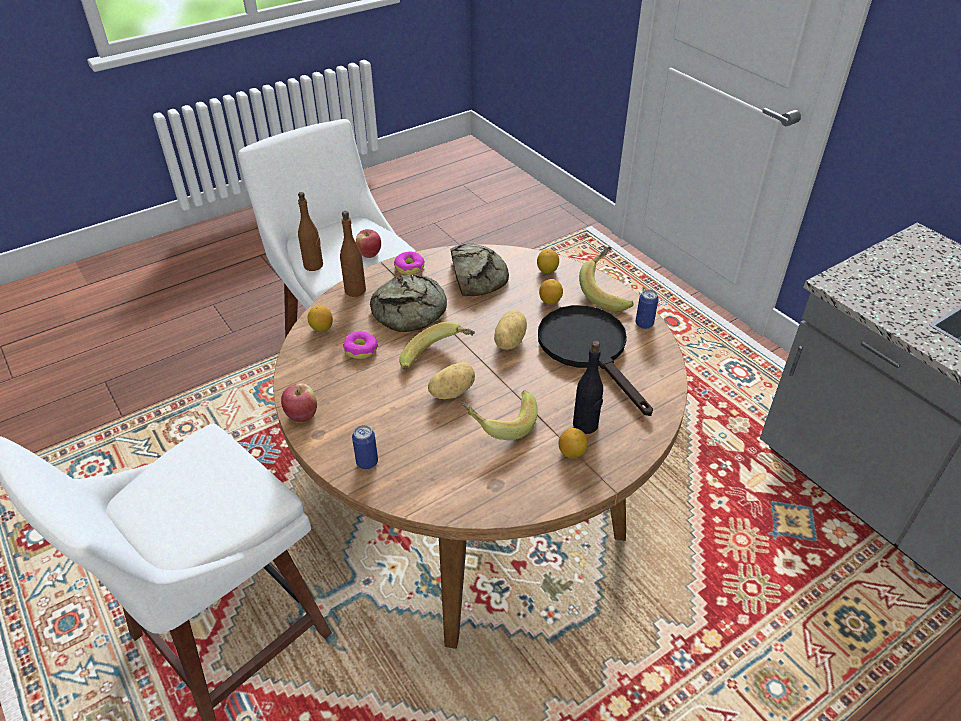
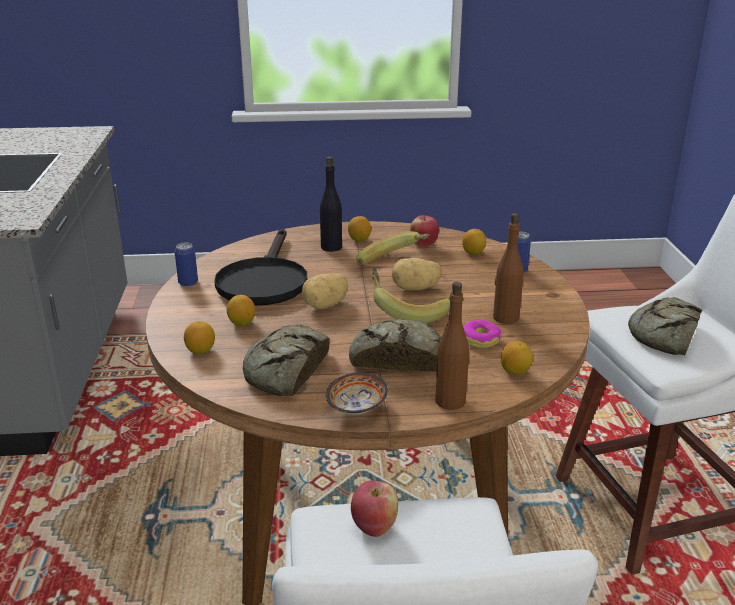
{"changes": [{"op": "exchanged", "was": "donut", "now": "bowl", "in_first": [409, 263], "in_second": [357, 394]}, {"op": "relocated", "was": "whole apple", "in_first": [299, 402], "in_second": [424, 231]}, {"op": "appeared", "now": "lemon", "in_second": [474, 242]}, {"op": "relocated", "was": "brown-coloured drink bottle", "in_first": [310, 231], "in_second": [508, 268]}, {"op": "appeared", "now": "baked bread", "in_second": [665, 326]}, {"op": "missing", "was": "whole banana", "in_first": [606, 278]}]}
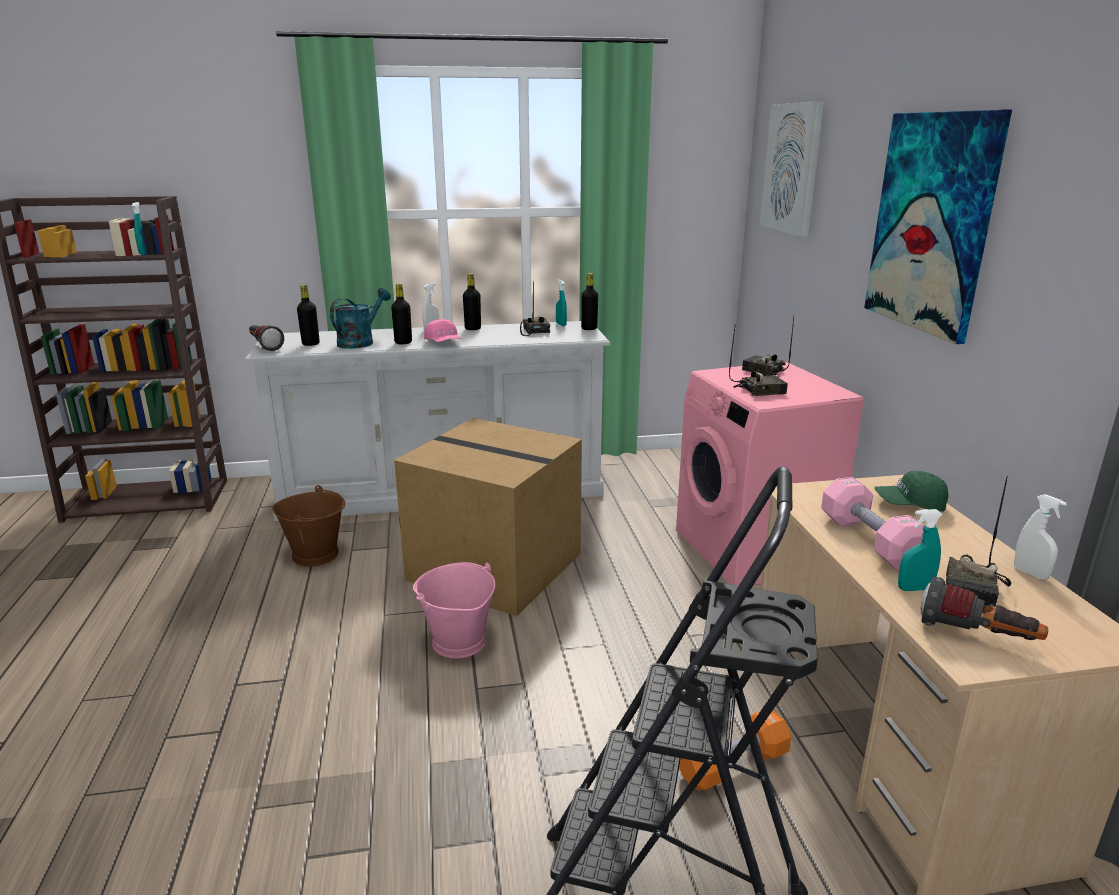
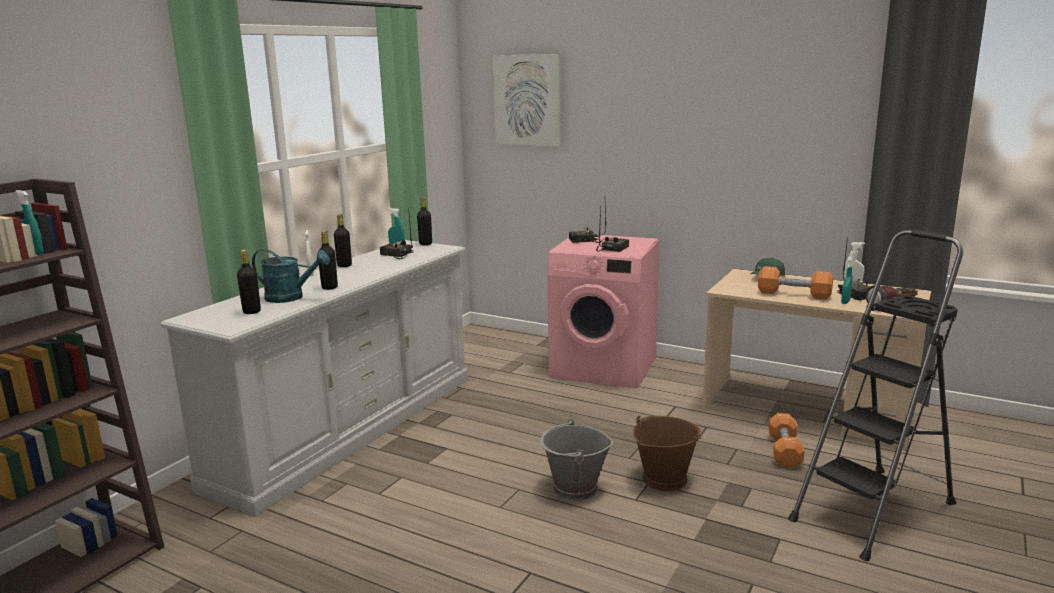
{"changes": [{"op": "spun", "was": "turquoise-coloured watering can", "in_first": [360, 318], "in_second": [291, 276], "clockwise": 120}, {"op": "colour", "was": "pink-coloured bucket", "now": "greyish bucket", "in_first": [454, 610], "in_second": [576, 460]}, {"op": "relocated", "was": "brown-coloured bucket", "in_first": [308, 526], "in_second": [667, 453]}, {"op": "colour", "was": "pink-coloured dumbbell", "now": "orangey dumbbell", "in_first": [872, 523], "in_second": [795, 282]}, {"op": "missing", "was": "hand torch", "in_first": [266, 338]}, {"op": "missing", "was": "carton", "in_first": [488, 517]}, {"op": "missing", "was": "pink-coloured cap", "in_first": [443, 330]}, {"op": "missing", "was": "wall art", "in_first": [938, 226]}]}
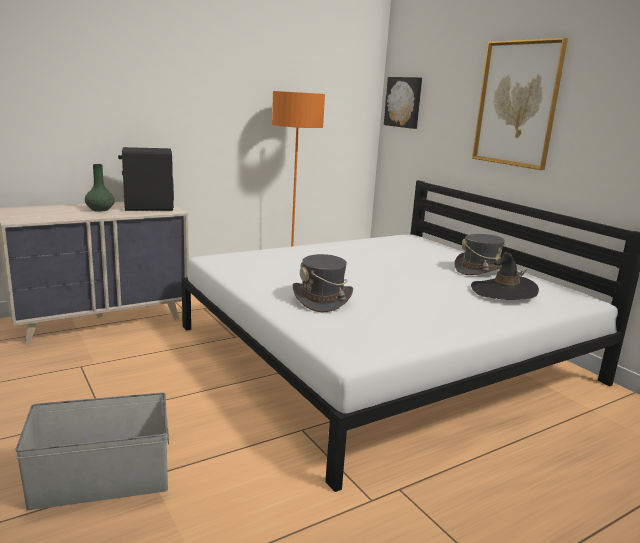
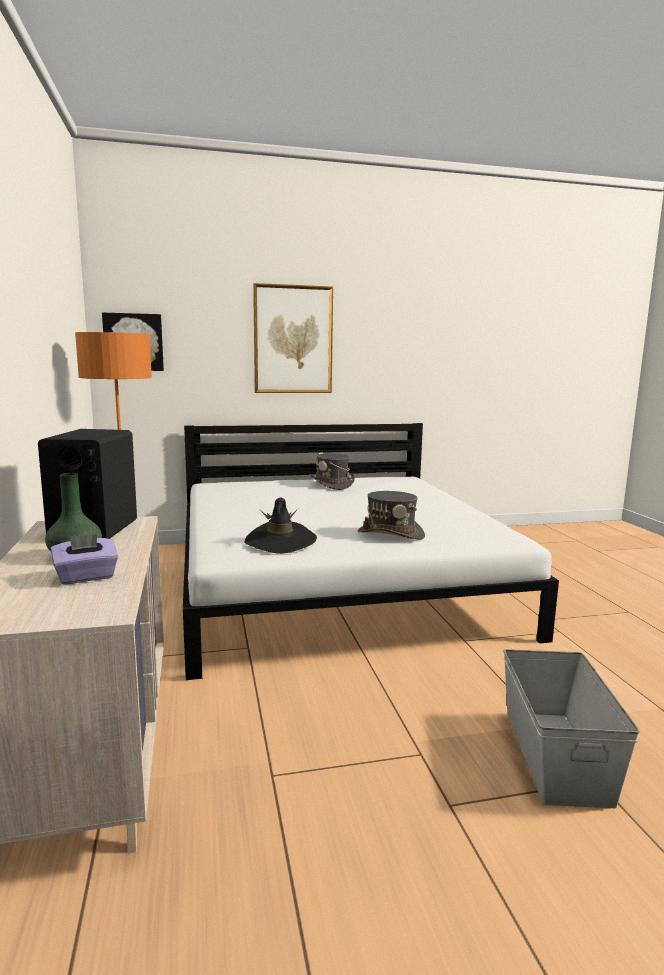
{"changes": [{"op": "appeared", "now": "purple tissue holder", "in_second": [84, 559]}, {"op": "relocated", "was": "black clothing hat", "in_first": [505, 276], "in_second": [280, 526]}]}
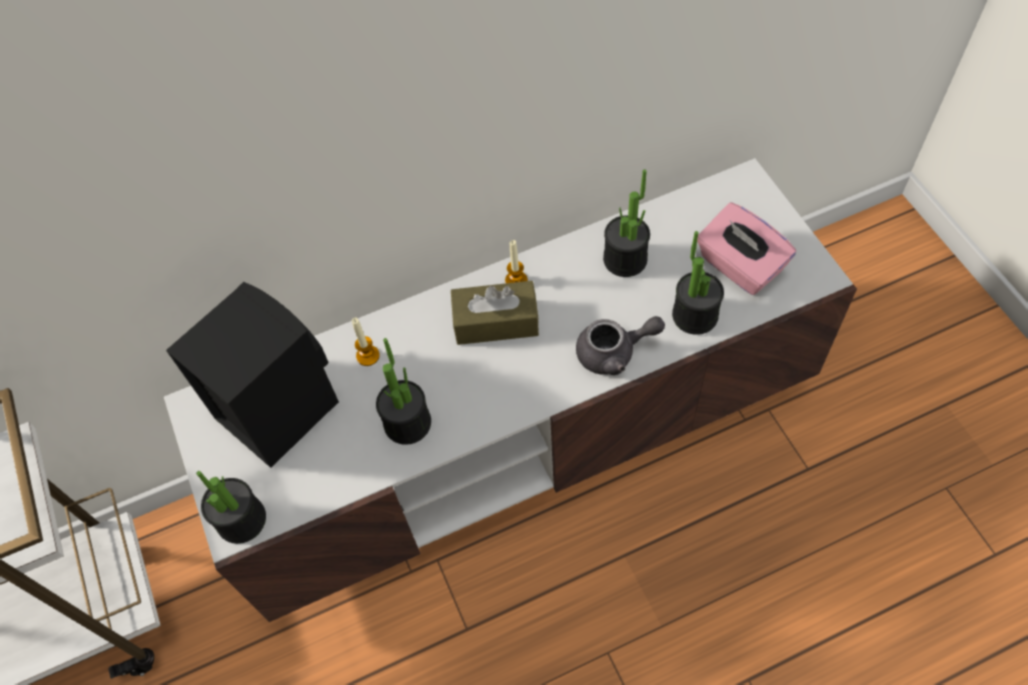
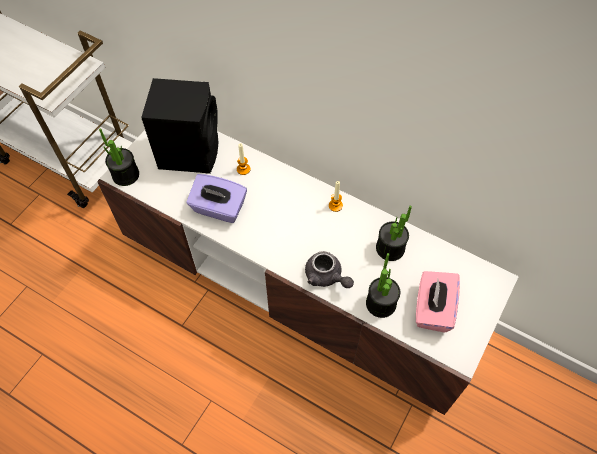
{"changes": [{"op": "exchanged", "was": "houseplant", "now": "purple tissue holder", "in_first": [403, 391], "in_second": [217, 198]}, {"op": "missing", "was": "brown-coloured tissue holder", "in_first": [495, 313]}]}
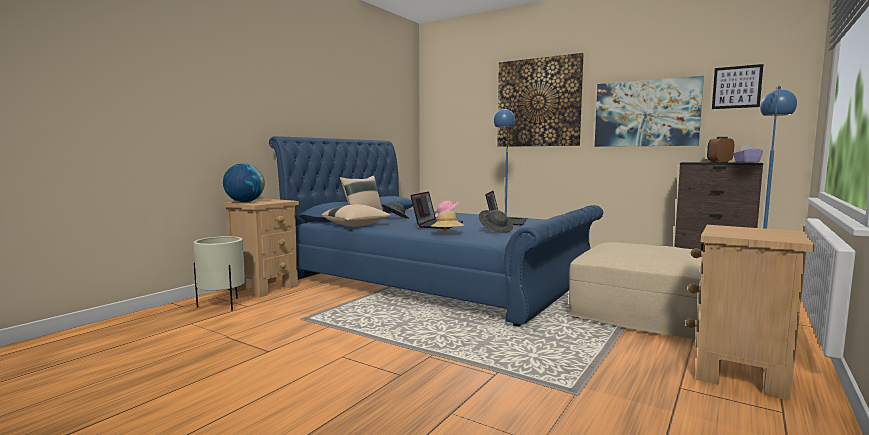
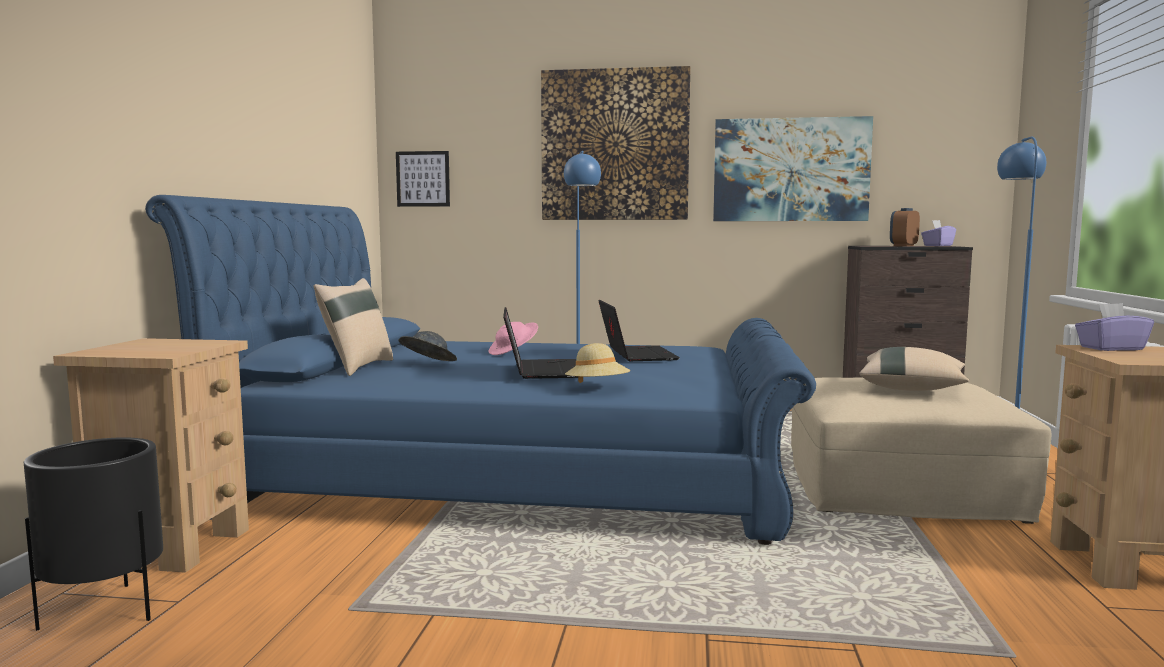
{"changes": [{"op": "colour", "was": "beige flower pot", "now": "black flower pot", "in_first": [219, 273], "in_second": [93, 534]}, {"op": "relocated", "was": "wall art", "in_first": [737, 86], "in_second": [423, 179]}, {"op": "relocated", "was": "beige pillow", "in_first": [356, 215], "in_second": [914, 369]}, {"op": "appeared", "now": "purple tissue holder", "in_second": [1114, 327]}, {"op": "missing", "was": "world globe", "in_first": [244, 182]}, {"op": "missing", "was": "greyish clothing hat", "in_first": [496, 221]}]}
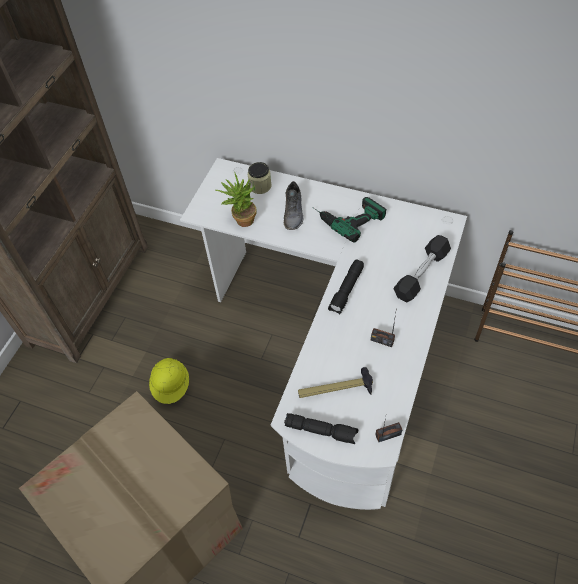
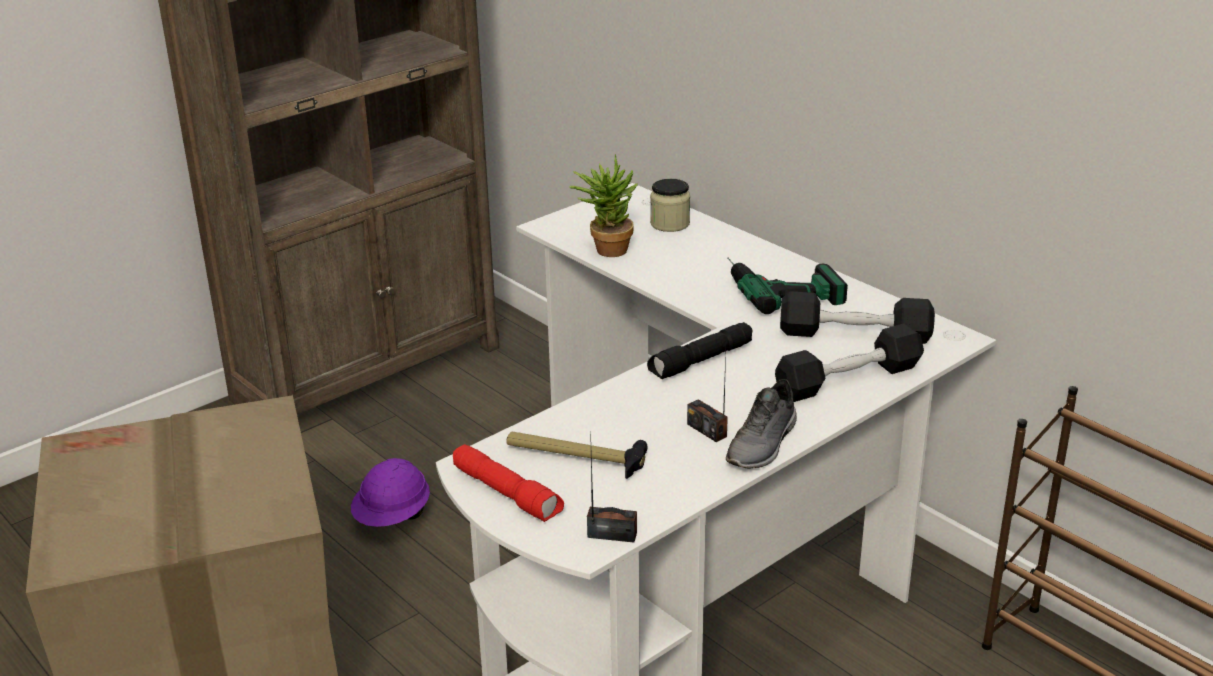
{"changes": [{"op": "colour", "was": "yellow hard hat", "now": "purple hard hat", "in_first": [169, 381], "in_second": [390, 492]}, {"op": "colour", "was": "black hand torch", "now": "red-coloured hand torch", "in_first": [321, 428], "in_second": [508, 483]}, {"op": "relocated", "was": "greyish low shoe", "in_first": [293, 205], "in_second": [761, 423]}, {"op": "appeared", "now": "black dumbbell", "in_second": [857, 317]}]}
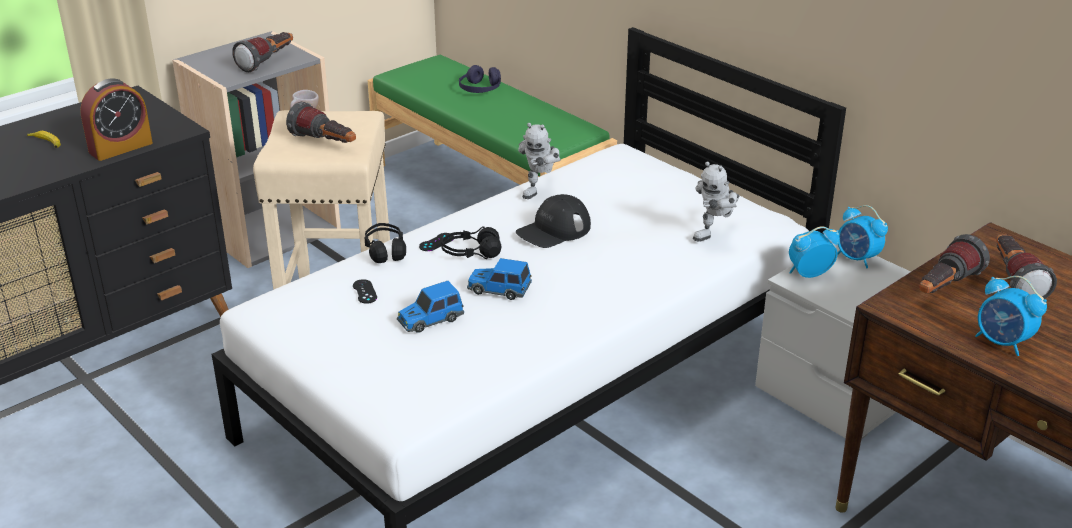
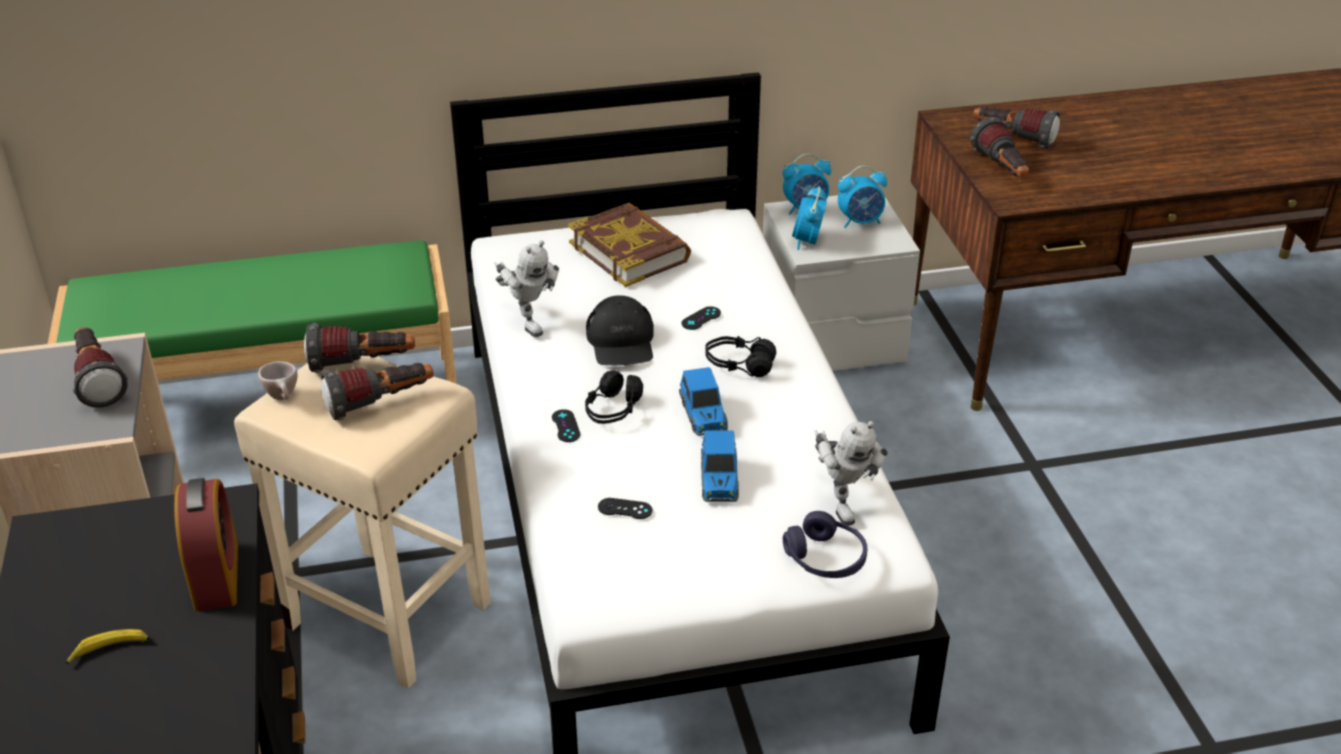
{"changes": [{"op": "appeared", "now": "hand torch", "in_second": [359, 348]}, {"op": "appeared", "now": "bound book", "in_second": [629, 244]}, {"op": "spun", "was": "model car", "in_first": [499, 279], "in_second": [703, 401], "clockwise": -60}, {"op": "appeared", "now": "black joypad", "in_second": [701, 318]}, {"op": "relocated", "was": "black headset", "in_first": [385, 243], "in_second": [740, 356]}, {"op": "relocated", "was": "purple headset", "in_first": [480, 79], "in_second": [825, 544]}, {"op": "relocated", "was": "toy robot", "in_first": [716, 202], "in_second": [851, 473]}, {"op": "relocated", "was": "bedside clock", "in_first": [1011, 316], "in_second": [862, 197]}]}
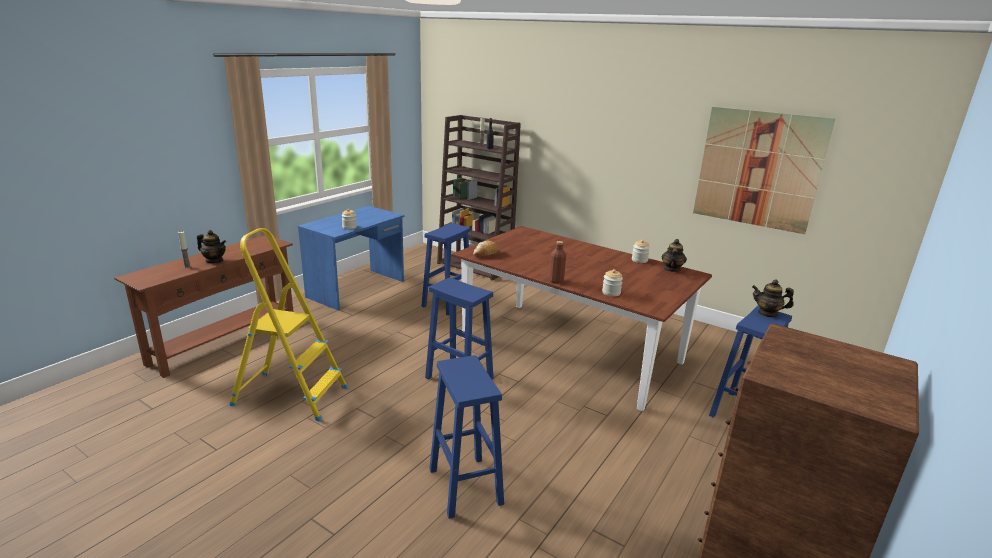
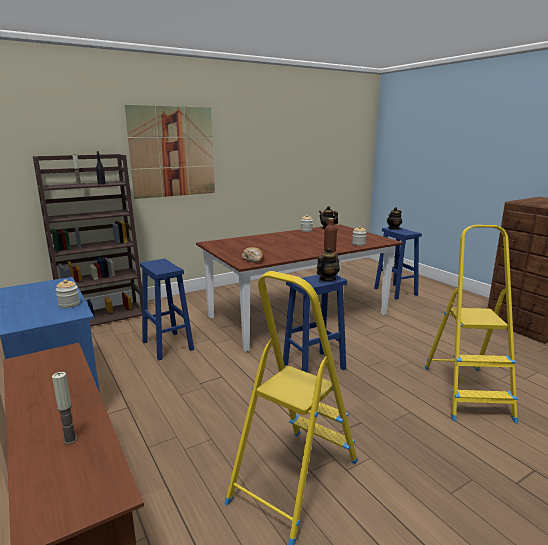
{"changes": [{"op": "relocated", "was": "wall art", "in_first": [764, 170], "in_second": [170, 152]}, {"op": "relocated", "was": "pot for tea", "in_first": [211, 246], "in_second": [328, 264]}, {"op": "exchanged", "was": "bluish stool seat", "now": "yellow step ladder", "in_first": [467, 437], "in_second": [471, 324]}]}
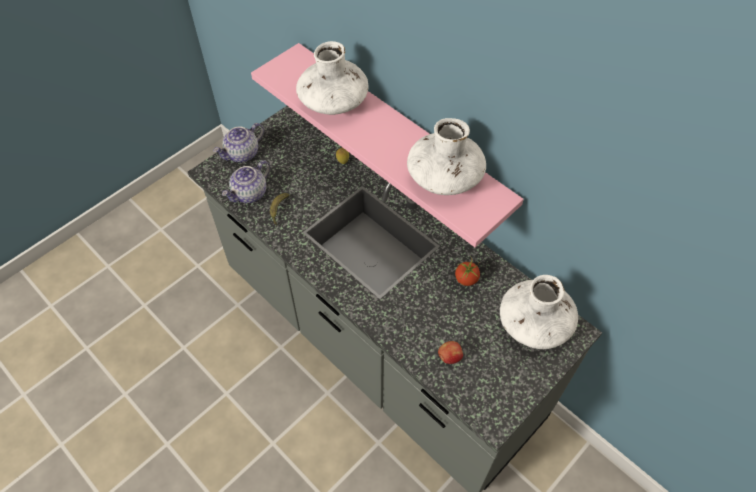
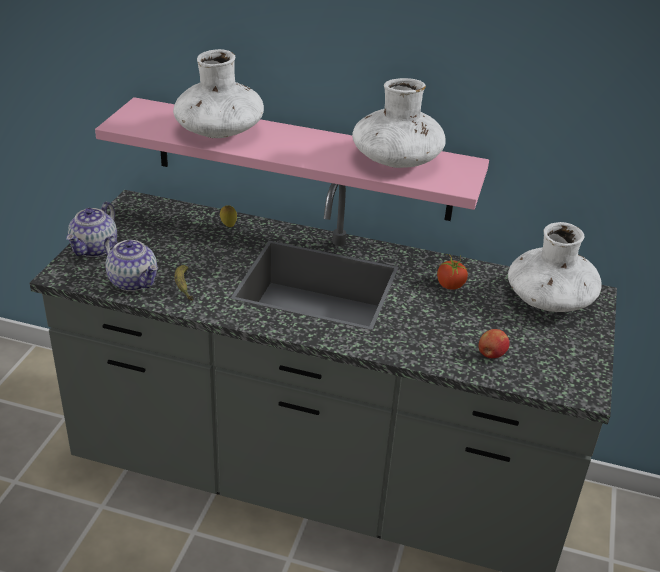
{"changes": [{"op": "spun", "was": "pot for tea", "in_first": [246, 181], "in_second": [131, 263], "clockwise": -60}]}
